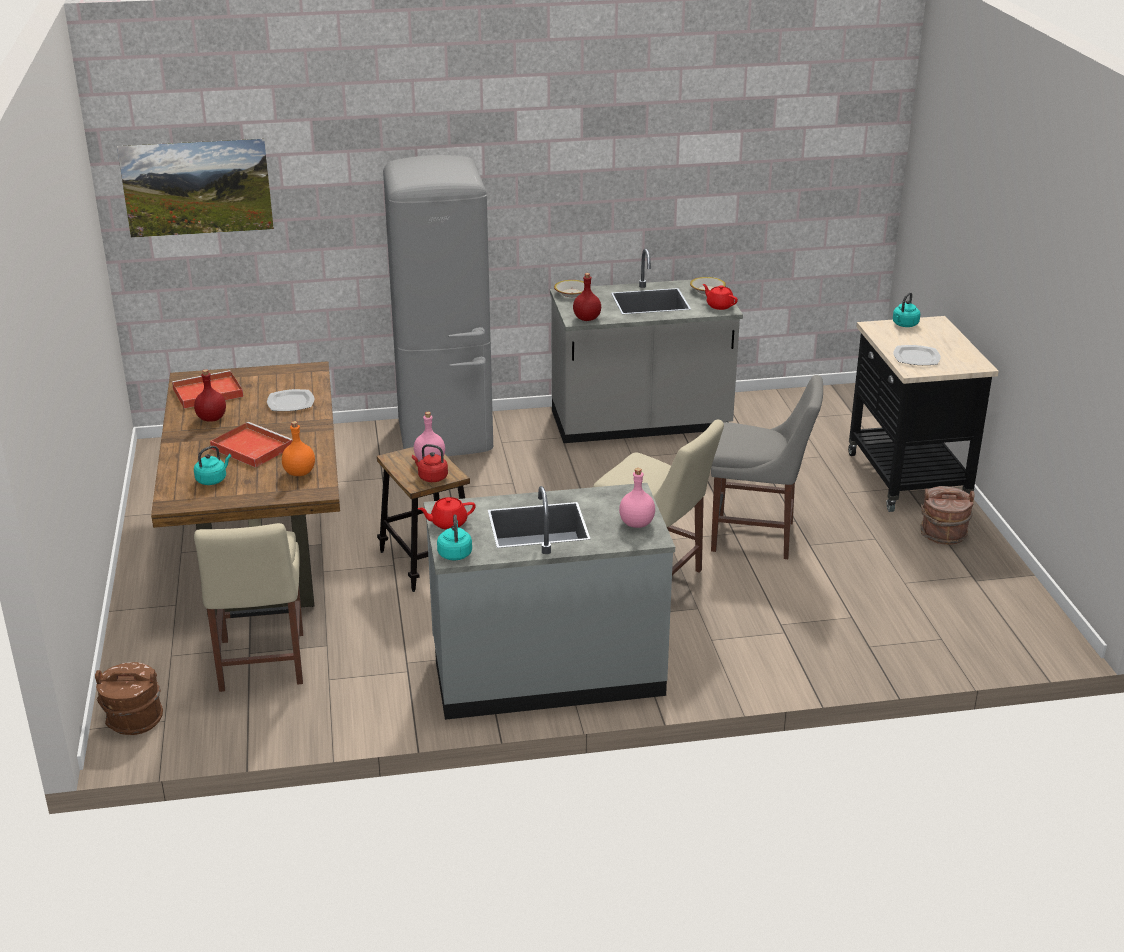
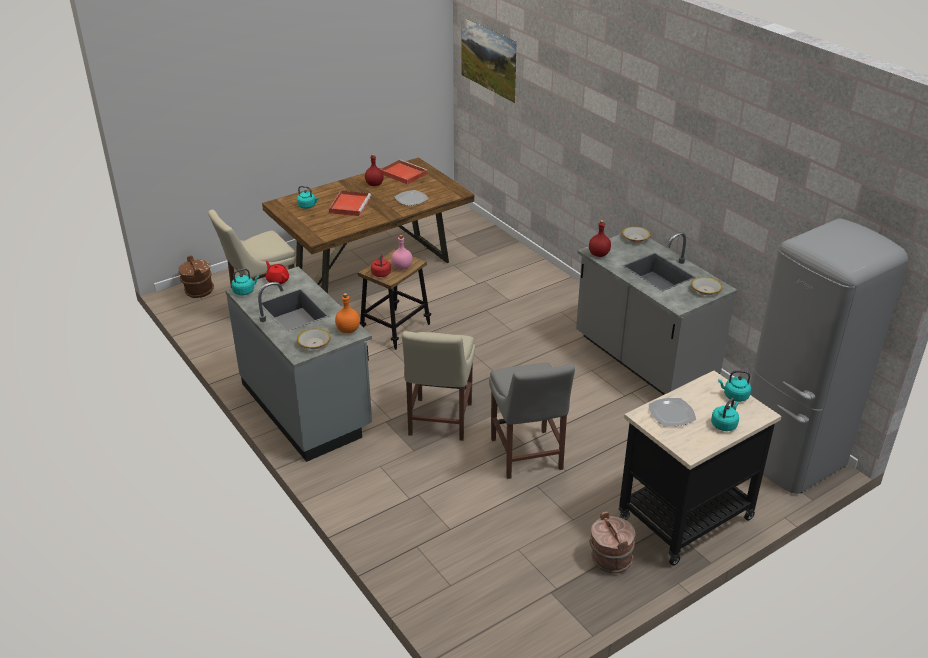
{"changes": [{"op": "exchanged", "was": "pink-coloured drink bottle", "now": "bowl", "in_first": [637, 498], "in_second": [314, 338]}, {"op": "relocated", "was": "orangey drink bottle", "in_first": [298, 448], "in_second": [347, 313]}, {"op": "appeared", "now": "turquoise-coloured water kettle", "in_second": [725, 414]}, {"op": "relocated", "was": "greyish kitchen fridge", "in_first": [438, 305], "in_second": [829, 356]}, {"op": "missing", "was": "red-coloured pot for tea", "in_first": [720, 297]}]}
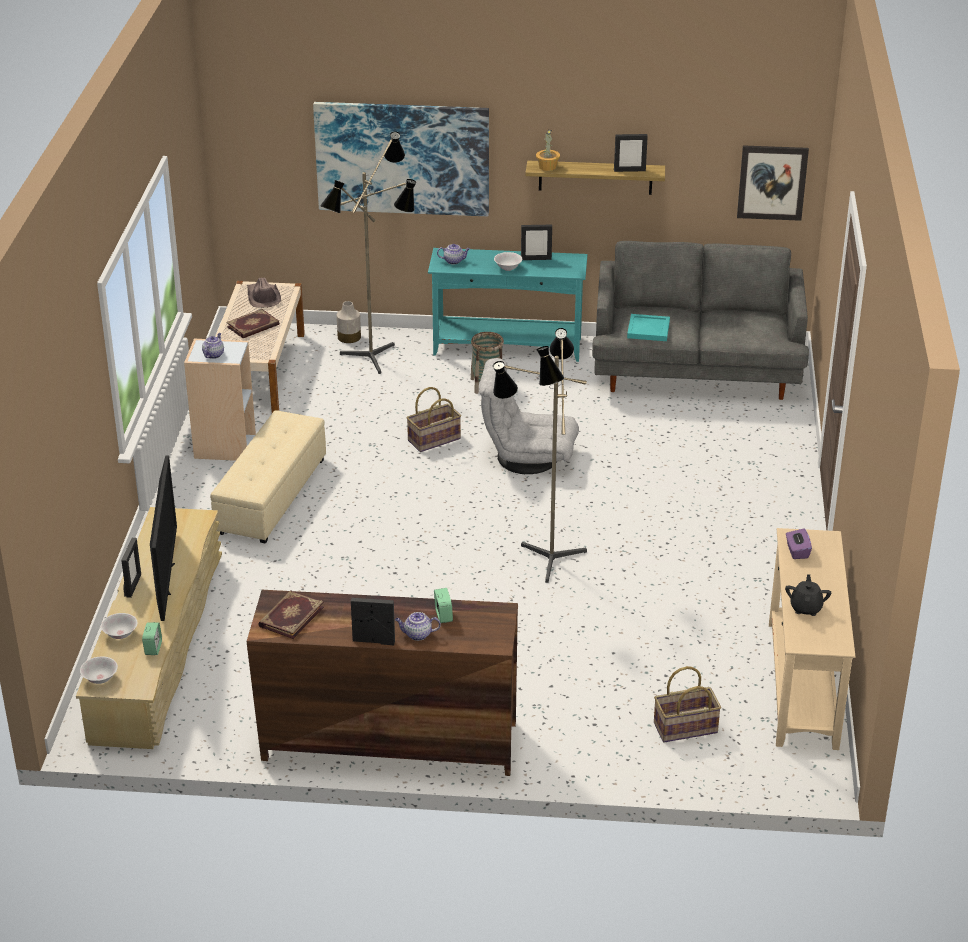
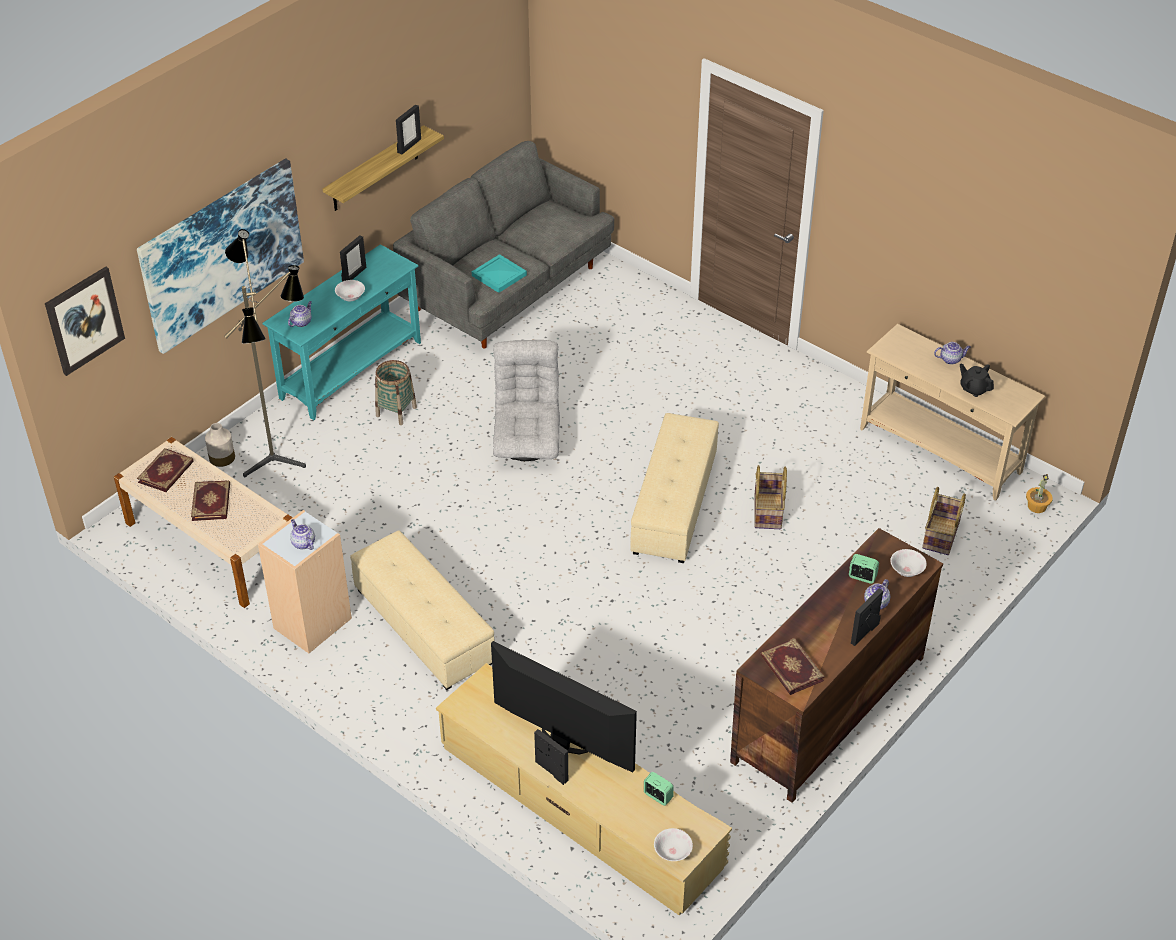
{"changes": [{"op": "relocated", "was": "wall art", "in_first": [773, 183], "in_second": [85, 321]}, {"op": "exchanged", "was": "brown-coloured clothing hat", "now": "bound book", "in_first": [264, 292], "in_second": [165, 470]}, {"op": "spun", "was": "greyish armchair", "in_first": [529, 416], "in_second": [526, 400], "clockwise": 135}, {"op": "exchanged", "was": "standard lamp", "now": "beige ottoman", "in_first": [540, 455], "in_second": [674, 488]}, {"op": "relocated", "was": "basket", "in_first": [433, 419], "in_second": [770, 497]}, {"op": "relocated", "was": "white-coloured bowl", "in_first": [119, 626], "in_second": [908, 563]}, {"op": "appeared", "now": "pot for tea", "in_second": [952, 353]}, {"op": "relocated", "was": "houseplant", "in_first": [548, 150], "in_second": [1039, 493]}, {"op": "missing", "was": "purple tissue holder", "in_first": [799, 543]}]}
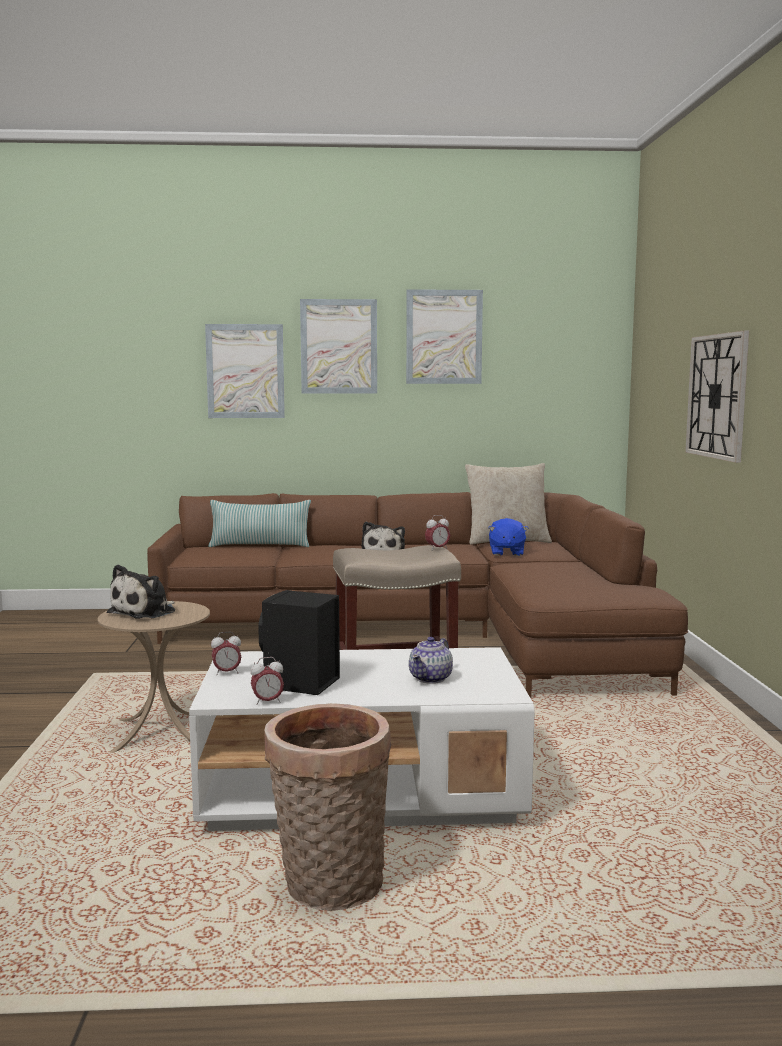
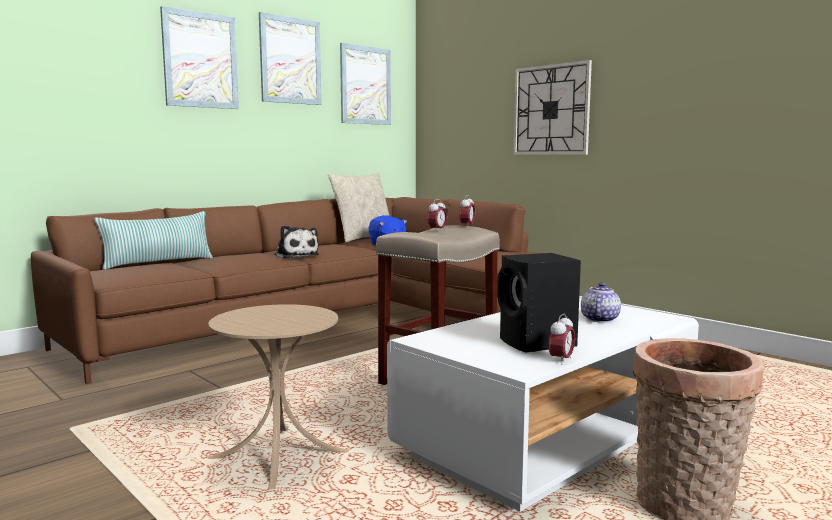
{"changes": [{"op": "relocated", "was": "wall art", "in_first": [245, 371], "in_second": [365, 84]}, {"op": "relocated", "was": "bedside clock", "in_first": [226, 653], "in_second": [437, 214]}, {"op": "spun", "was": "pot for tea", "in_first": [431, 660], "in_second": [601, 302], "clockwise": -150}, {"op": "missing", "was": "cuddly toy", "in_first": [141, 591]}]}
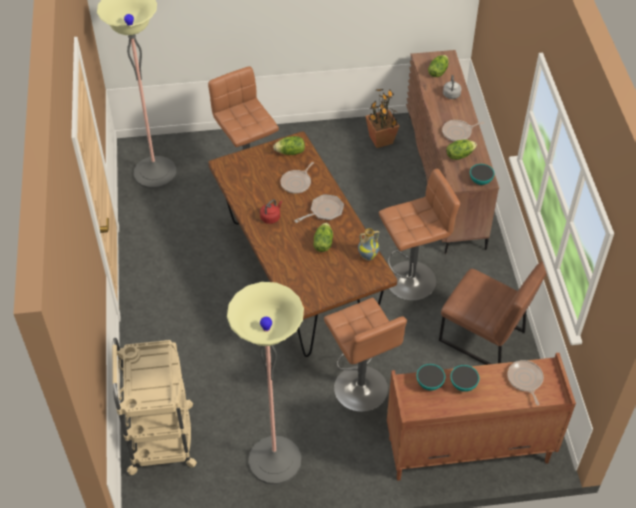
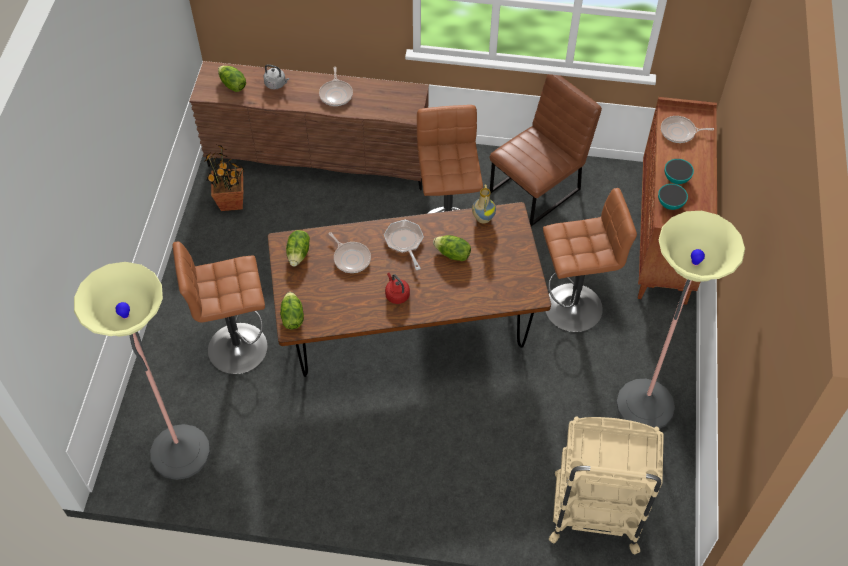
{"changes": [{"op": "relocated", "was": "head of lettuce", "in_first": [461, 149], "in_second": [292, 310]}, {"op": "missing", "was": "bowl", "in_first": [482, 174]}]}
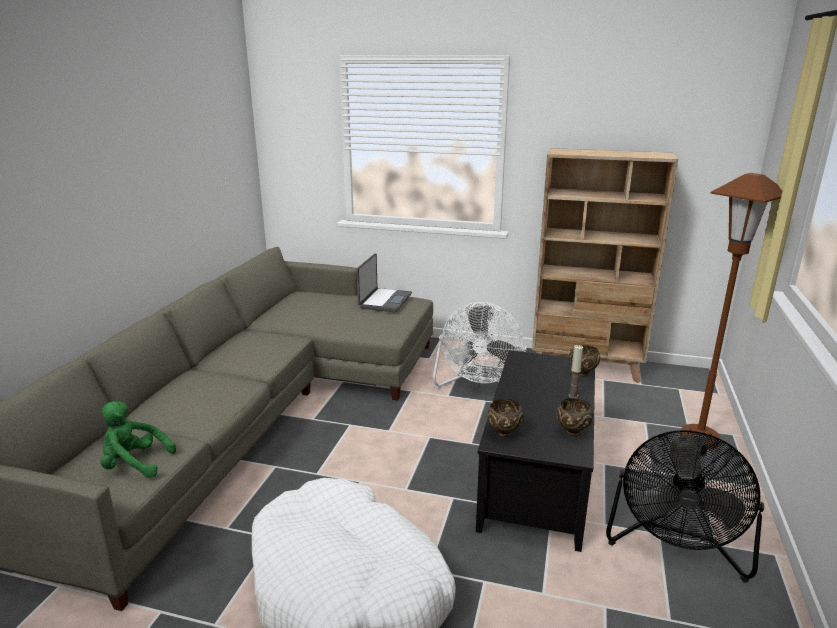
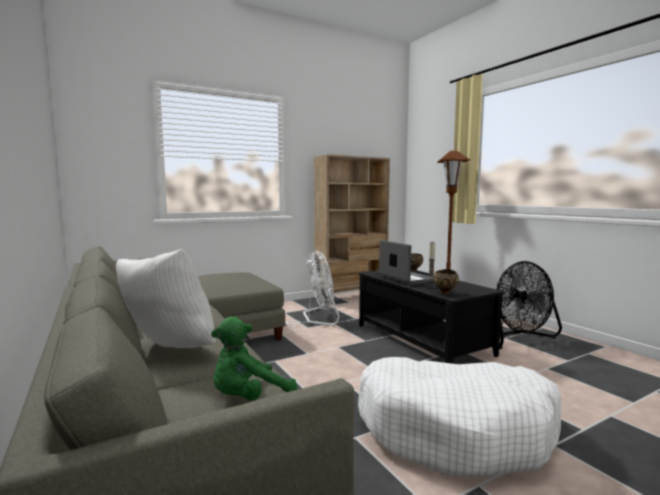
{"changes": [{"op": "appeared", "now": "white-coloured pillow", "in_second": [166, 298]}, {"op": "spun", "was": "white-coloured fan", "in_first": [480, 345], "in_second": [312, 289], "clockwise": -75}, {"op": "relocated", "was": "notebook computer", "in_first": [384, 282], "in_second": [406, 262]}, {"op": "missing", "was": "brown-coloured bowl", "in_first": [575, 417]}]}
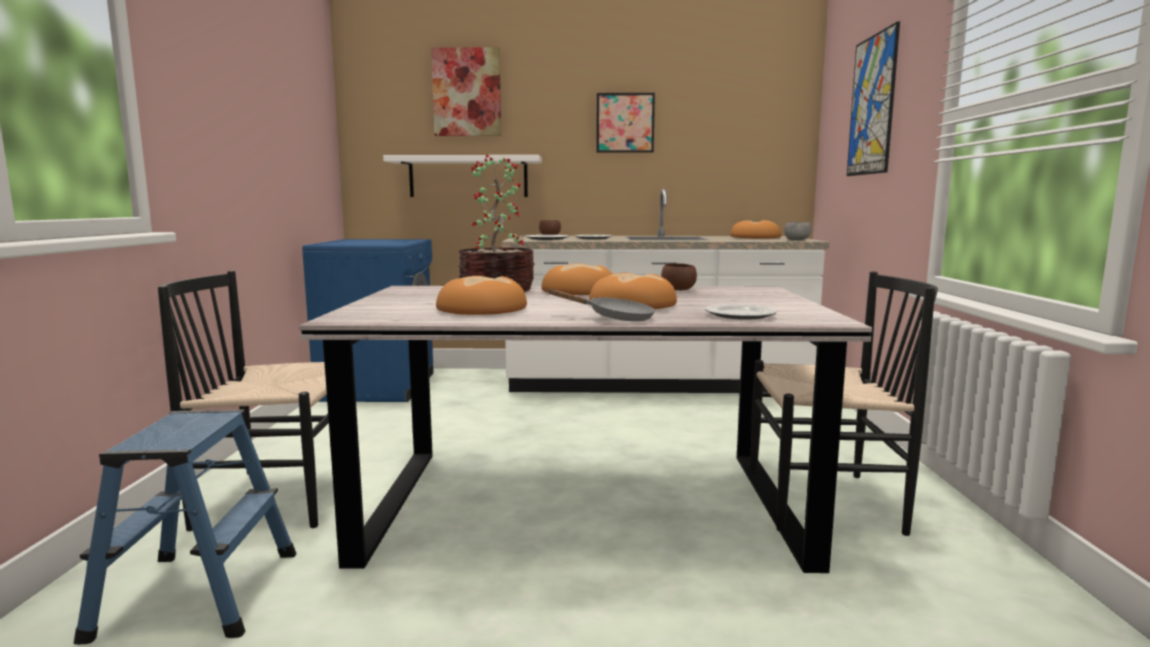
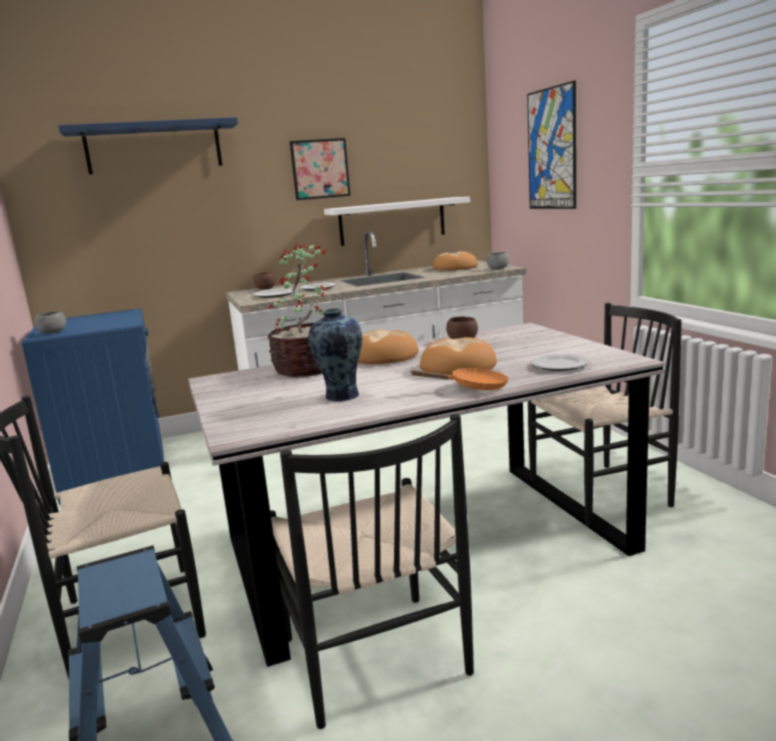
{"changes": [{"op": "appeared", "now": "greyish bowl", "in_second": [50, 322]}, {"op": "exchanged", "was": "wall art", "now": "bluish bracket shelf", "in_first": [466, 91], "in_second": [148, 145]}, {"op": "appeared", "now": "black plain chair", "in_second": [372, 571]}, {"op": "exchanged", "was": "baked bread", "now": "flower vase", "in_first": [481, 295], "in_second": [335, 354]}, {"op": "relocated", "was": "white-coloured bracket shelf", "in_first": [462, 176], "in_second": [397, 221]}, {"op": "colour", "was": "greyish skillet", "now": "orangey skillet", "in_first": [601, 305], "in_second": [459, 379]}]}
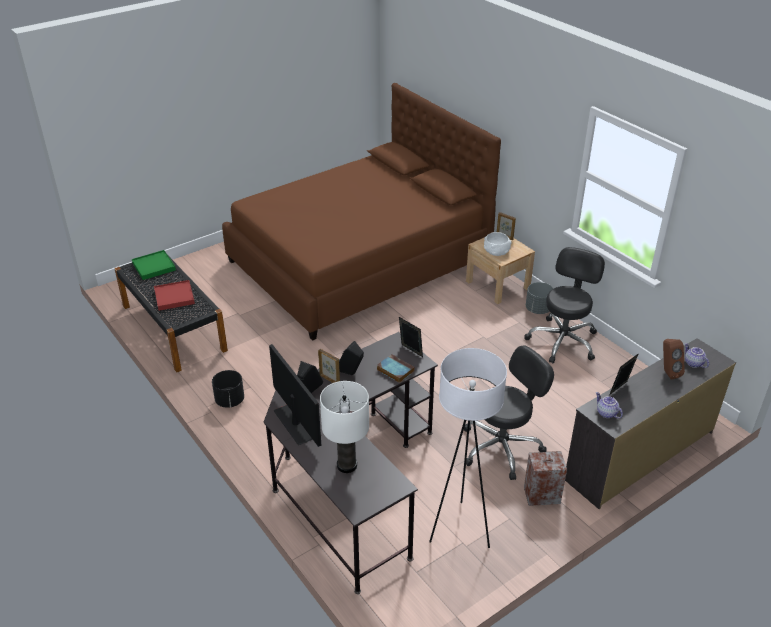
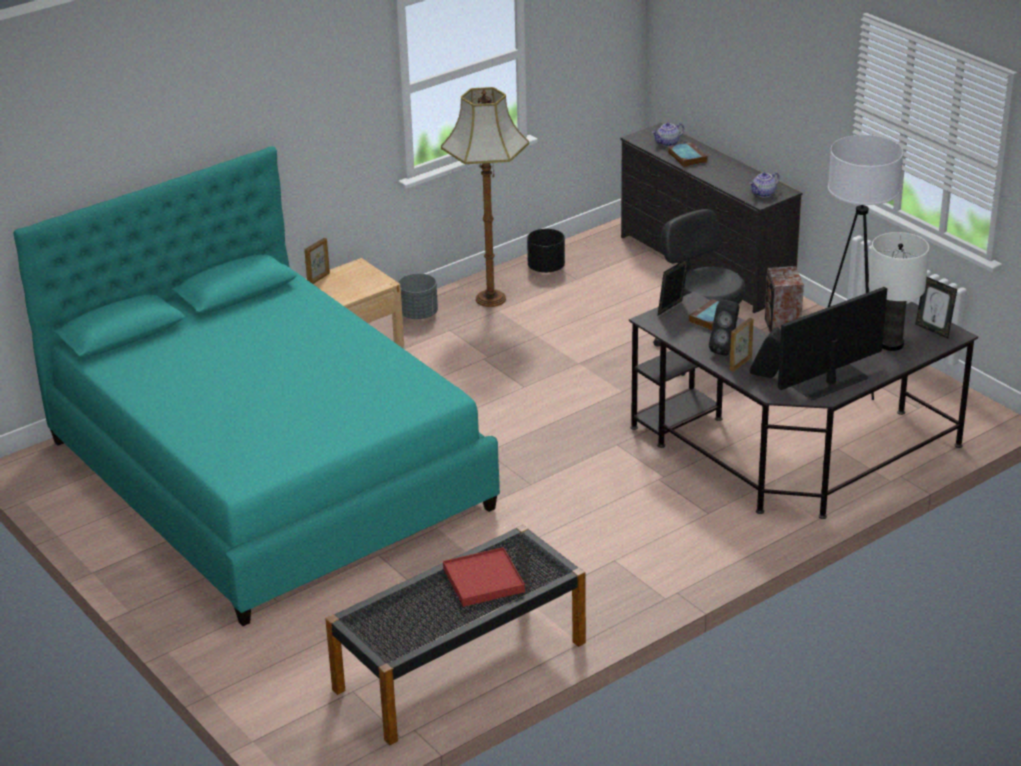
{"changes": [{"op": "colour", "was": "brown-coloured bedroom bed", "now": "turquoise-coloured bedroom bed", "in_first": [361, 212], "in_second": [257, 386]}, {"op": "exchanged", "was": "black office chair", "now": "standard lamp", "in_first": [564, 305], "in_second": [485, 197]}, {"op": "relocated", "was": "black flower pot", "in_first": [228, 389], "in_second": [546, 251]}, {"op": "exchanged", "was": "brown-coloured speaker", "now": "bound book", "in_first": [674, 359], "in_second": [688, 154]}, {"op": "relocated", "was": "standing frame", "in_first": [624, 374], "in_second": [936, 308]}, {"op": "missing", "was": "green tray", "in_first": [154, 265]}, {"op": "missing", "was": "white-coloured bowl", "in_first": [497, 244]}]}
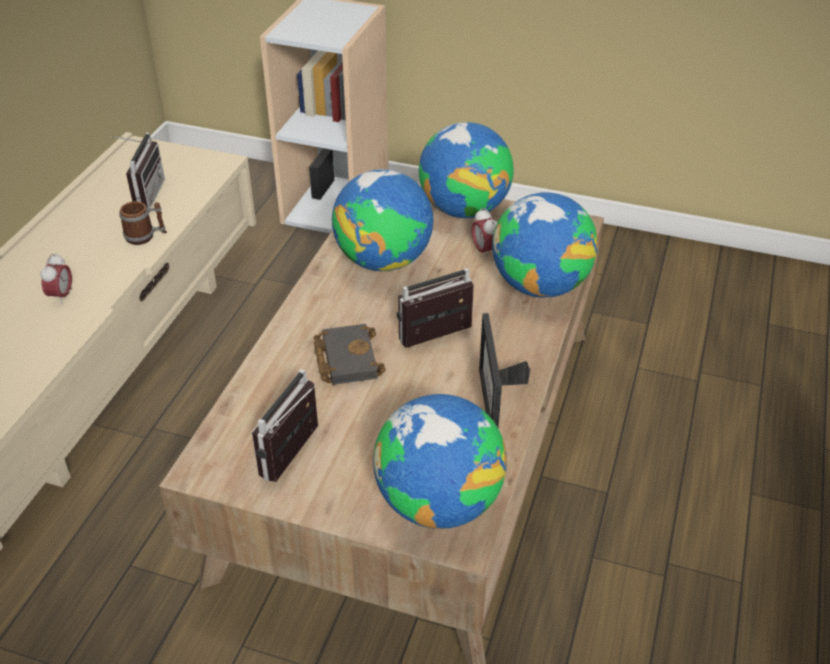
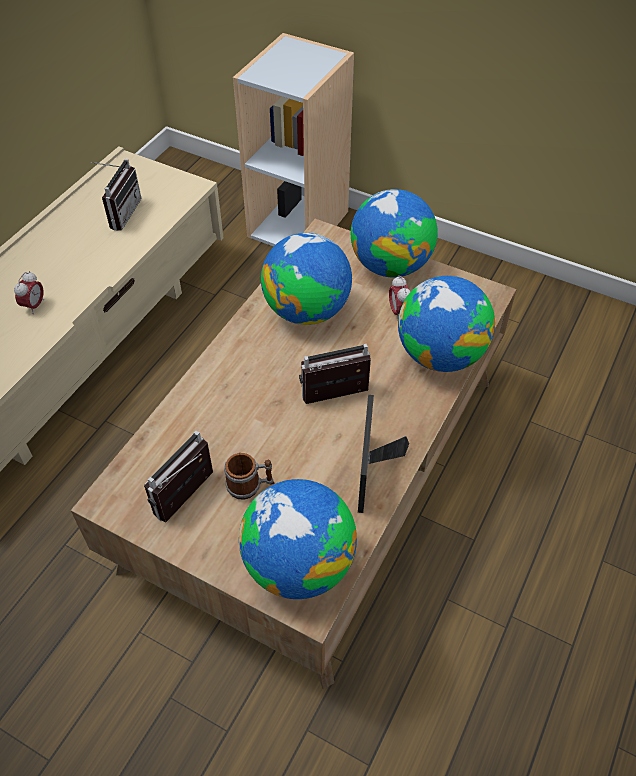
{"changes": [{"op": "relocated", "was": "tea mug", "in_first": [143, 223], "in_second": [249, 476]}, {"op": "missing", "was": "black bound book", "in_first": [350, 354]}]}
